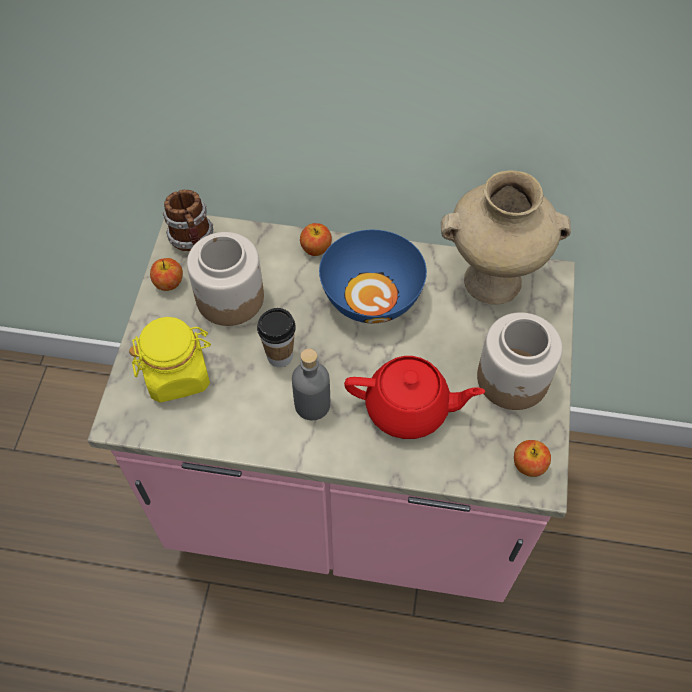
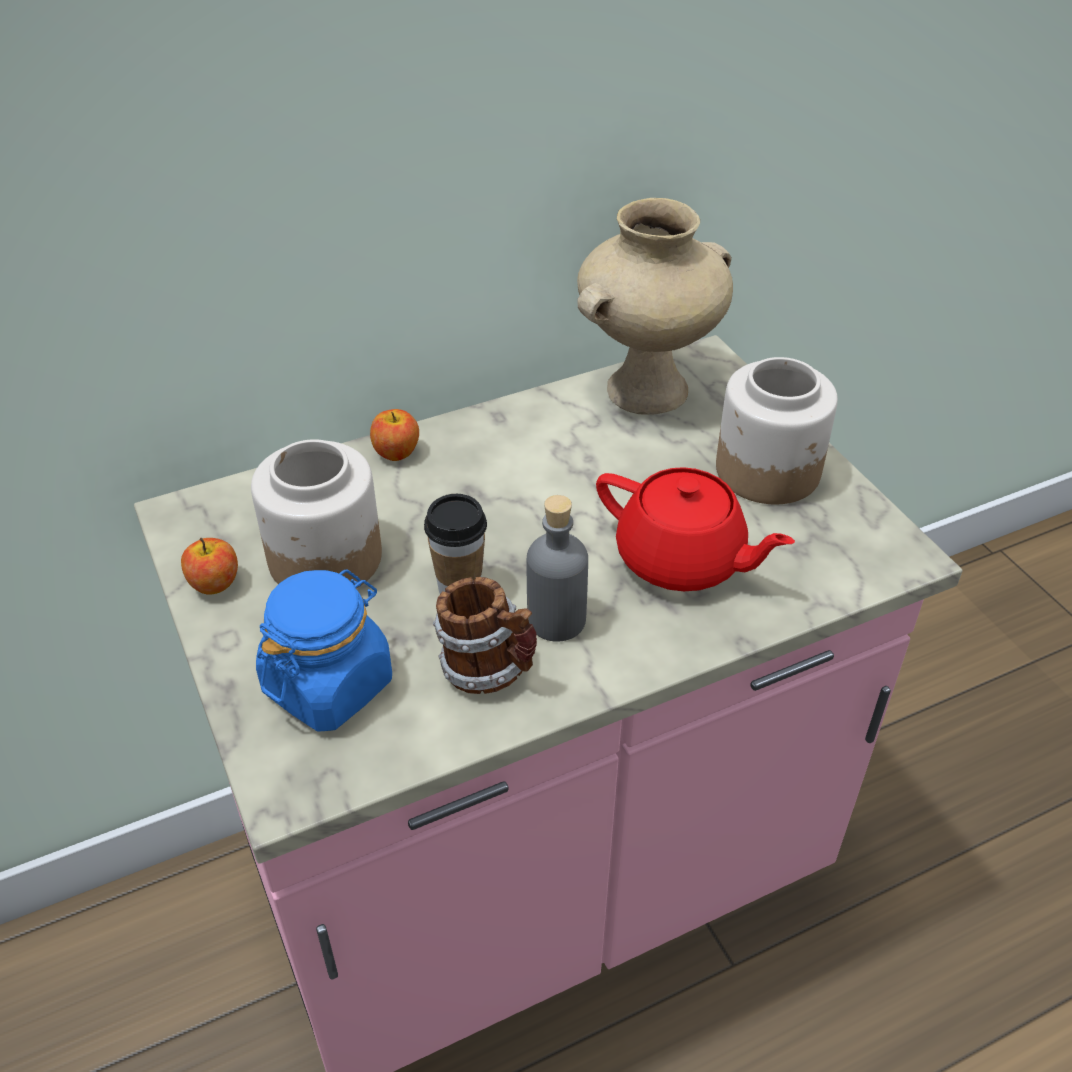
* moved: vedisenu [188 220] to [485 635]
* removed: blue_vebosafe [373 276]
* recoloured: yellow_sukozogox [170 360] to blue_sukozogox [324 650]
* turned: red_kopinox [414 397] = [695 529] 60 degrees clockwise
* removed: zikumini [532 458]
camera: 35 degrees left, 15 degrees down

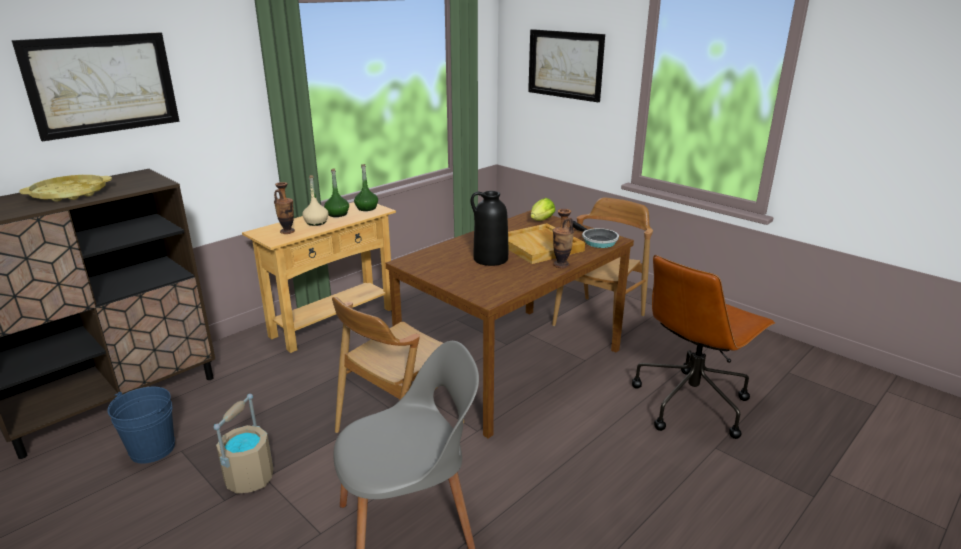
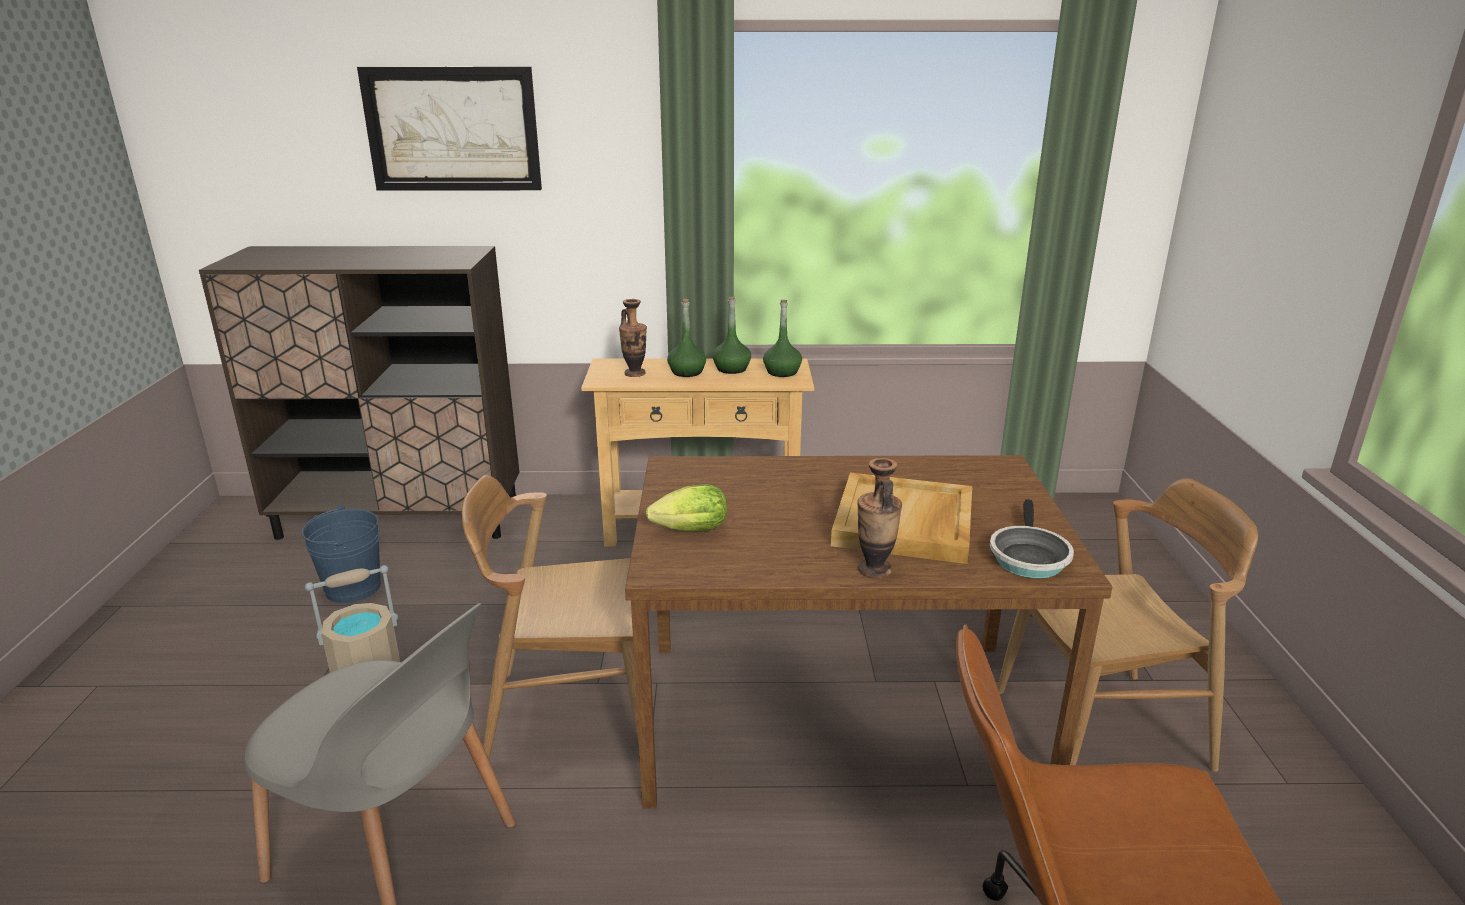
* removed: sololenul [566 65]
* removed: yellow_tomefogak [65 188]
* recoloured: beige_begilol [315 200] to green_begilol [686 338]
* removed: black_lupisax [489 228]
* moved: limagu [543 209] to [686 507]
camera: 45 degrees right, 0 degrees up

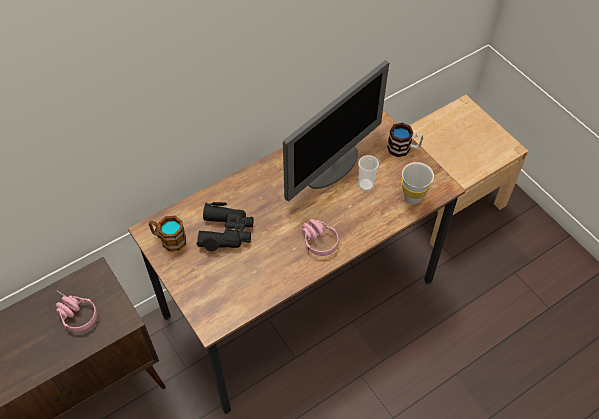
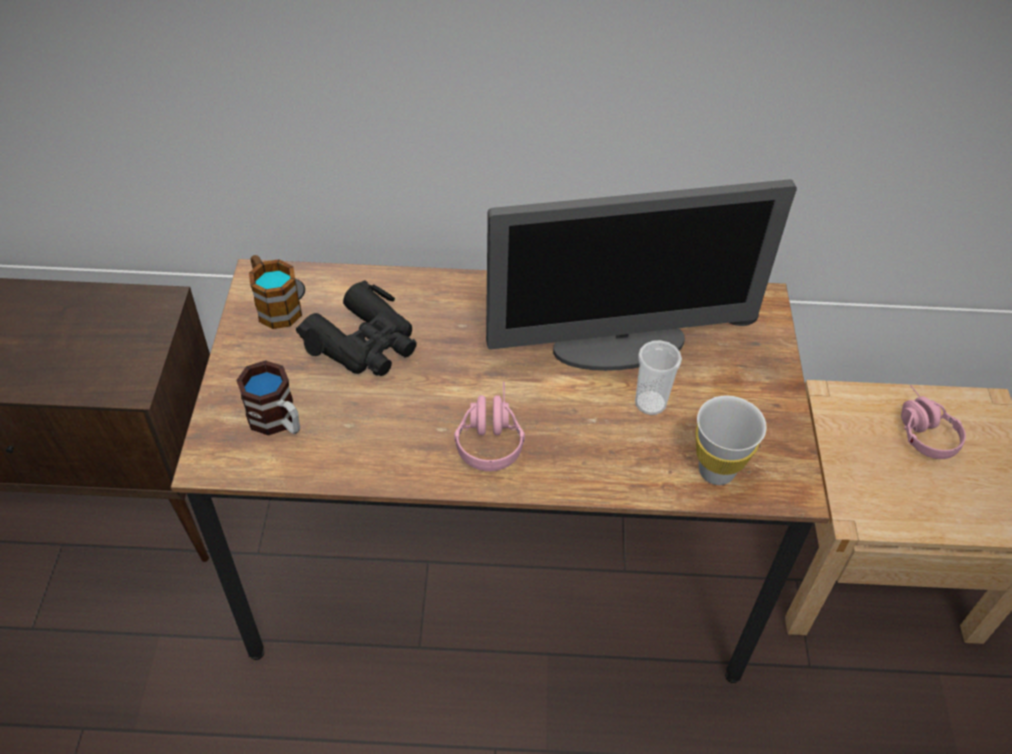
* moved: vedisenu [405 140] to [268 397]
* moved: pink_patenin [76 311] to [933 422]
camera: 35 degrees right, 5 degrees down

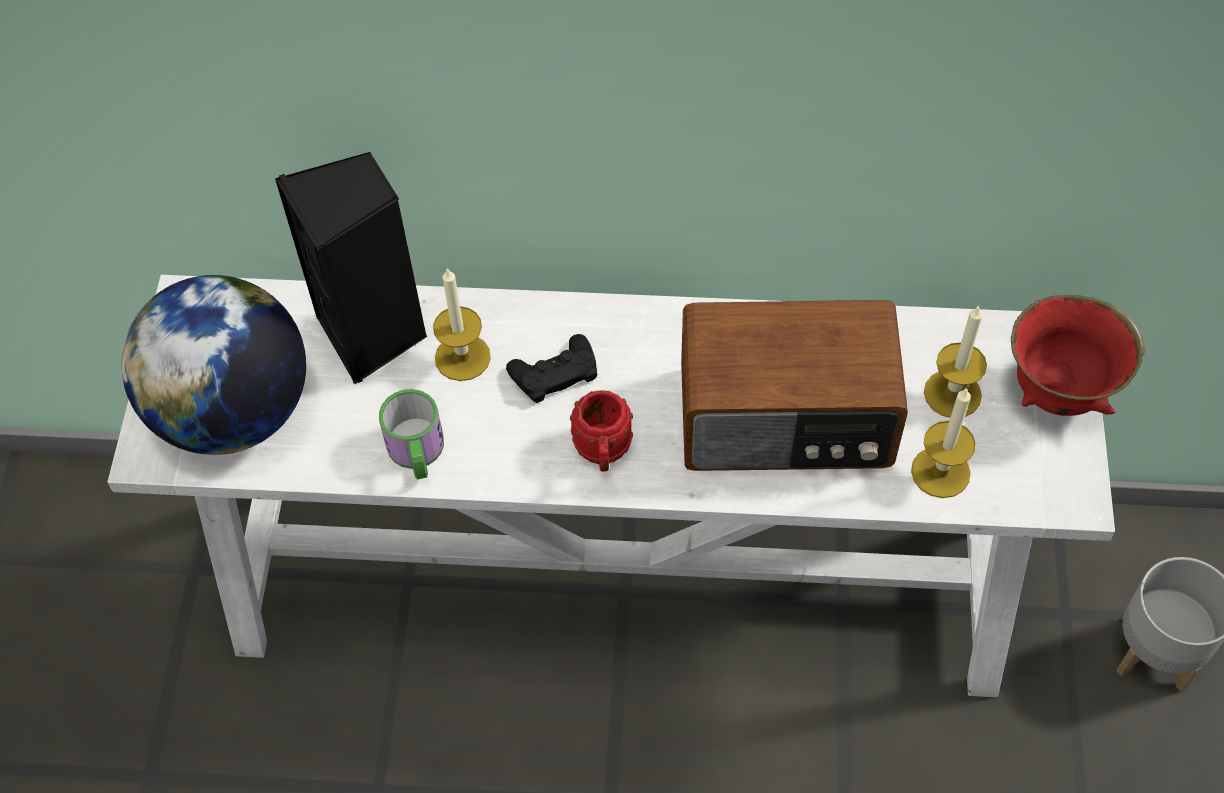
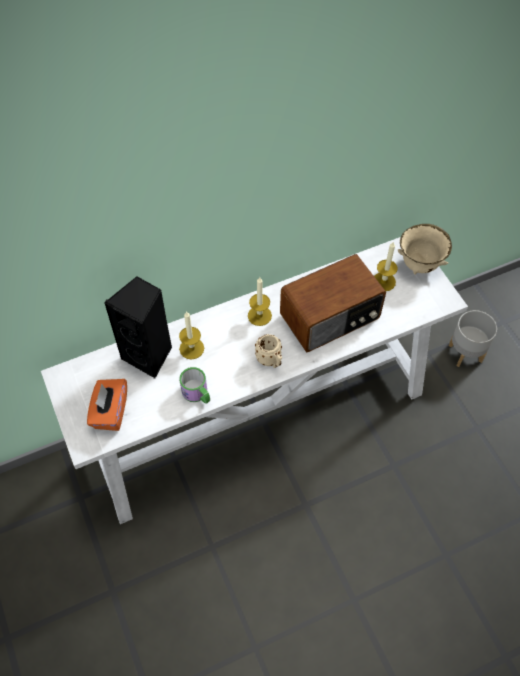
* replaced: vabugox [213 365] to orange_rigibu [107 405]
* recoloured: red_vebosafe [1078 355] to beige_vebosafe [425 249]
* removed: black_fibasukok [552 368]
* moved: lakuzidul [943 442] to [260 301]
* recoloured: red_vedisenu [601 431] to beige_vedisenu [268 351]
camera: 30 degrees left, 0 degrees up

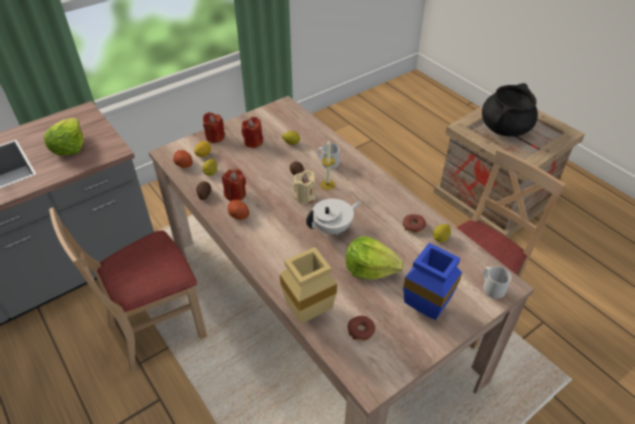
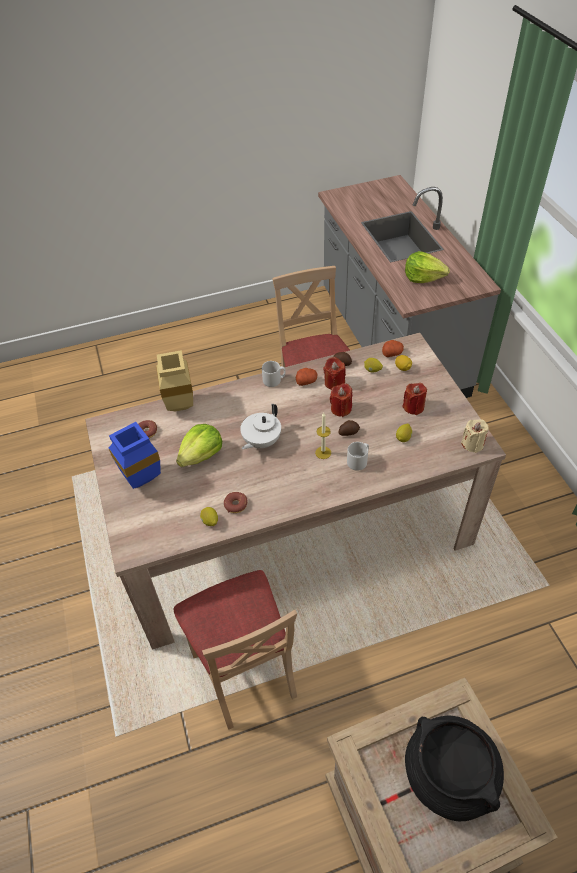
* moved: red_lakuzidul [214 127] to [341 400]
* moved: beige_lakuzidul [304 187] to [475 436]
* turned: white_kopinox [333 217] = [260 426] 45 degrees clockwise
* moved: grey_vedisenu [497 282] to [273 374]
camera: 110 degrees right, 5 degrees up

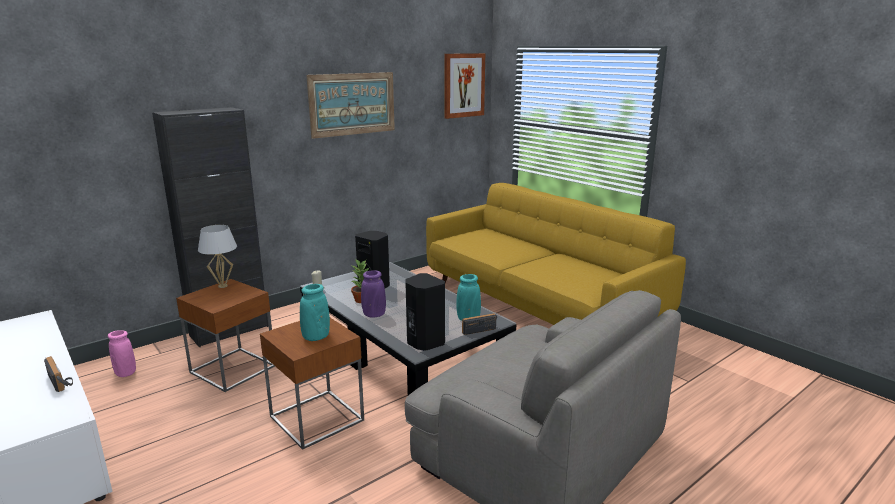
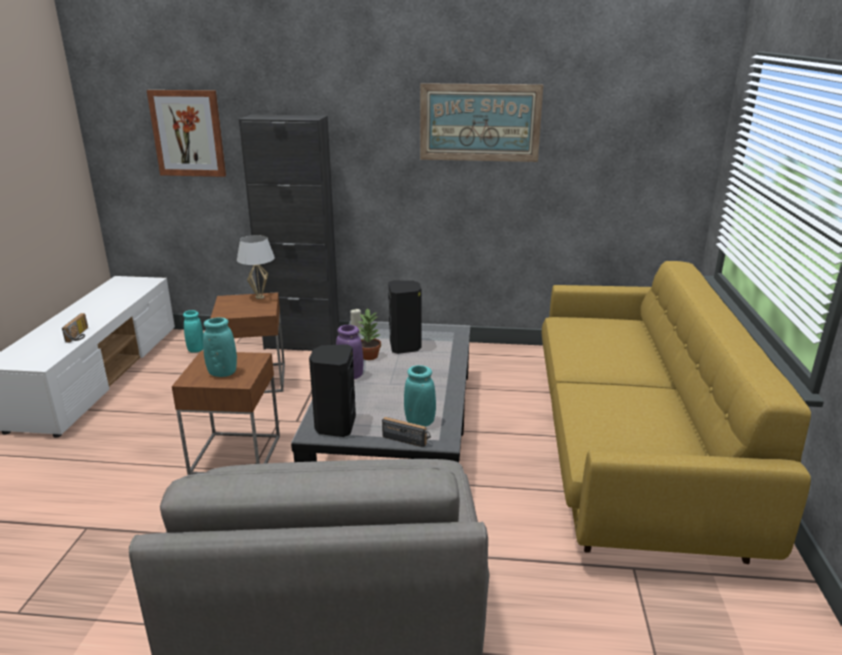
* moved: sololenul [464 86] to [186 133]
* recoloured: pink_lupisax [122 353] to turquoise_lupisax [193 331]
camera: 45 degrees right, 5 degrees up

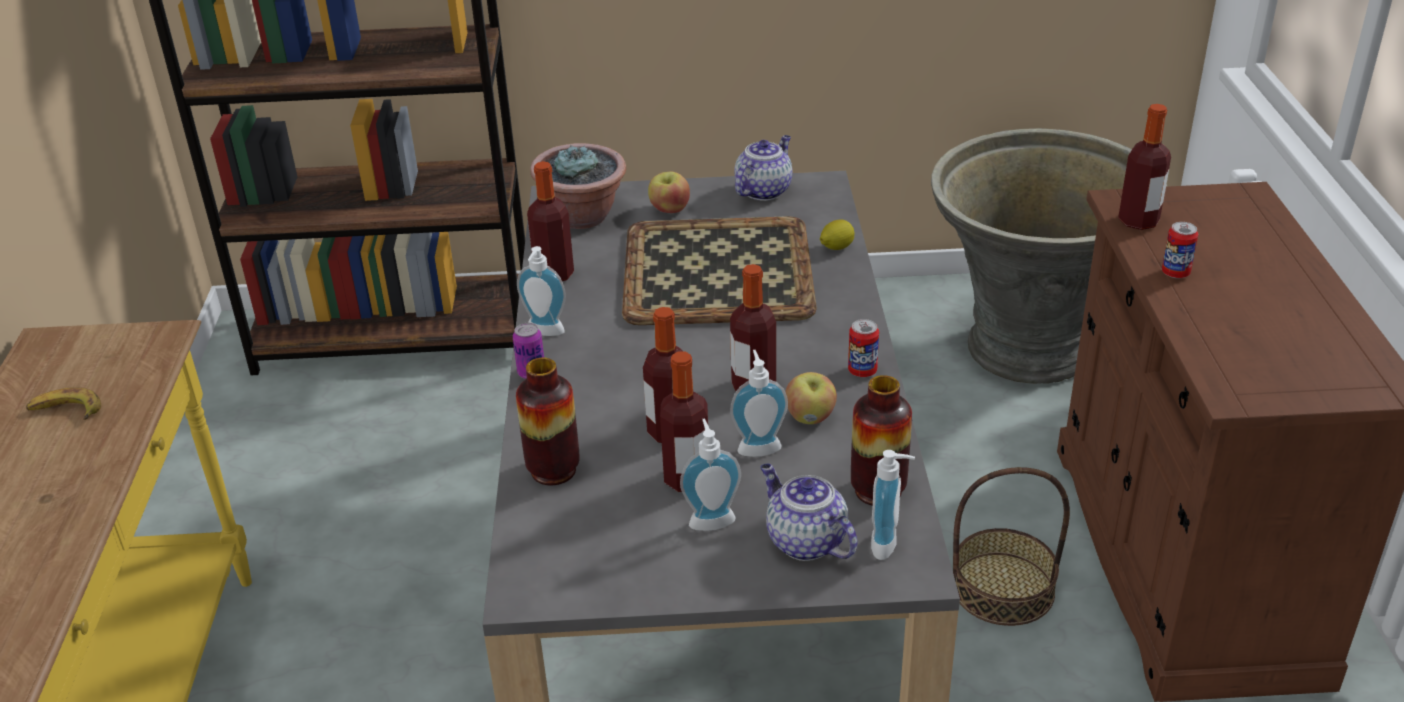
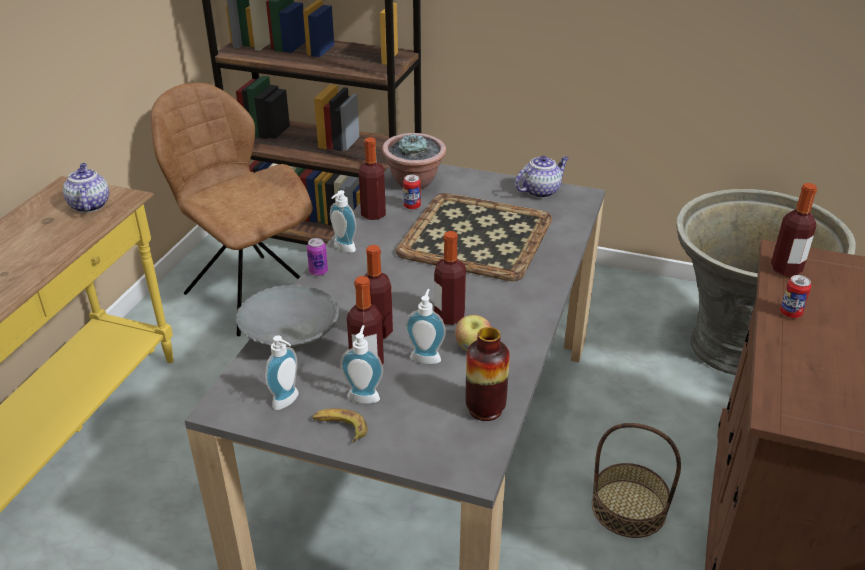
* removed: zikumini [669 192]
* removed: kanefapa [837 235]
* moved: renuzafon [863 348] to [412 192]
* replaced: lupisax [548 421] to grey_vebosafe [287 317]
* moved: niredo [63 403] to [339 426]
* moved: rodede [893 505] to [281 372]
* moved: kopinox [808 512] to [86 188]
* added: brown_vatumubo [232 209]
camera: 20 degrees right, 0 degrees up

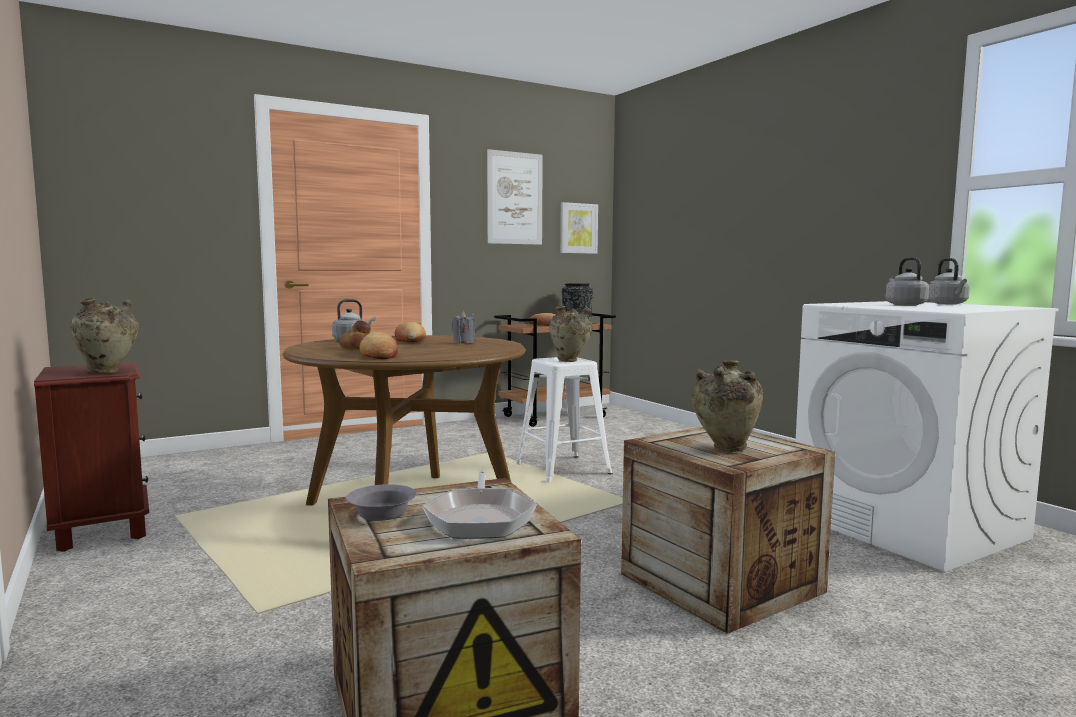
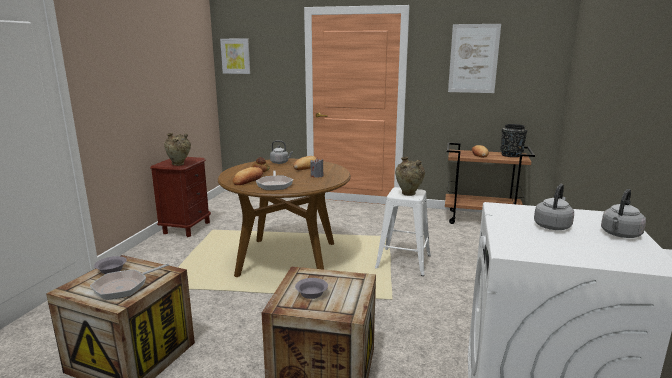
* moved: sololenul [579 228] to [235 56]
* replaced: beige_lupisax [727 406] to grey_vebosafe [311 288]
* added: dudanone [274 180]
camera: 45 degrees right, 10 degrees up

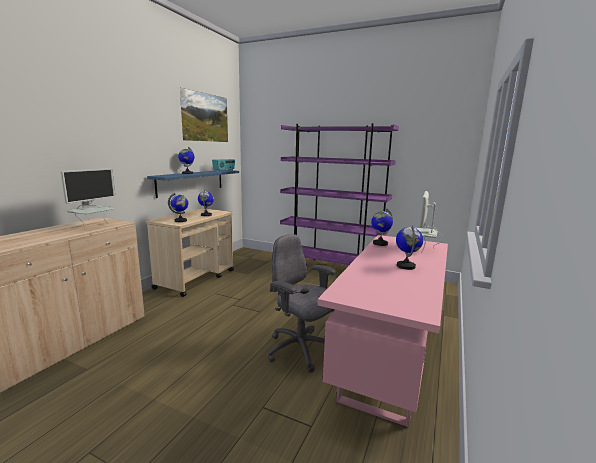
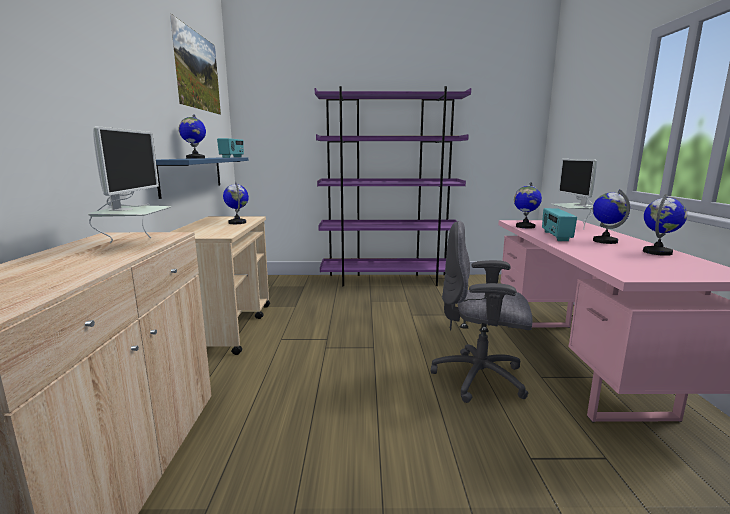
* moved: vabugox [178 207] to [665 225]
* added: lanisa [559 224]
camera: 25 degrees left, 0 degrees up

